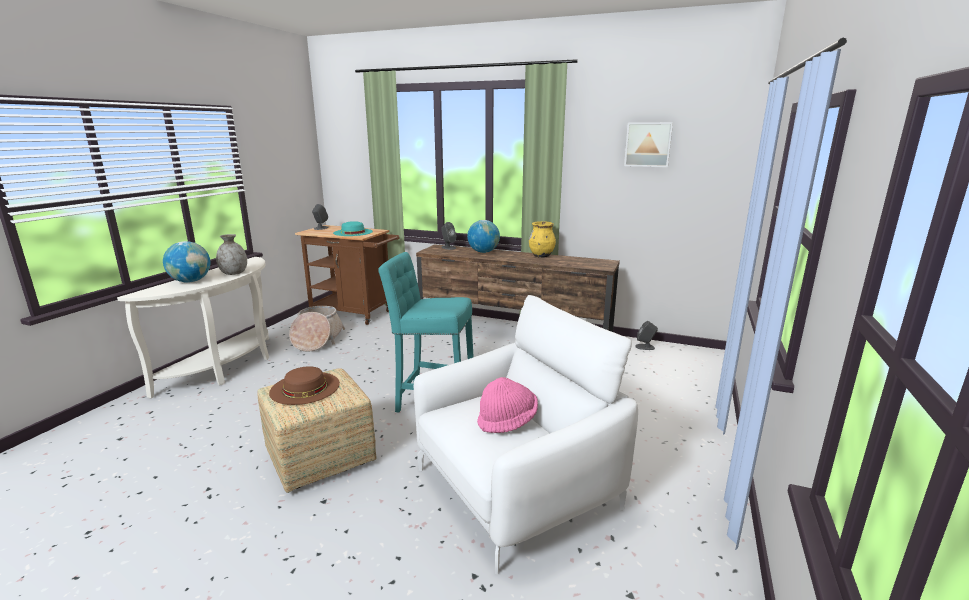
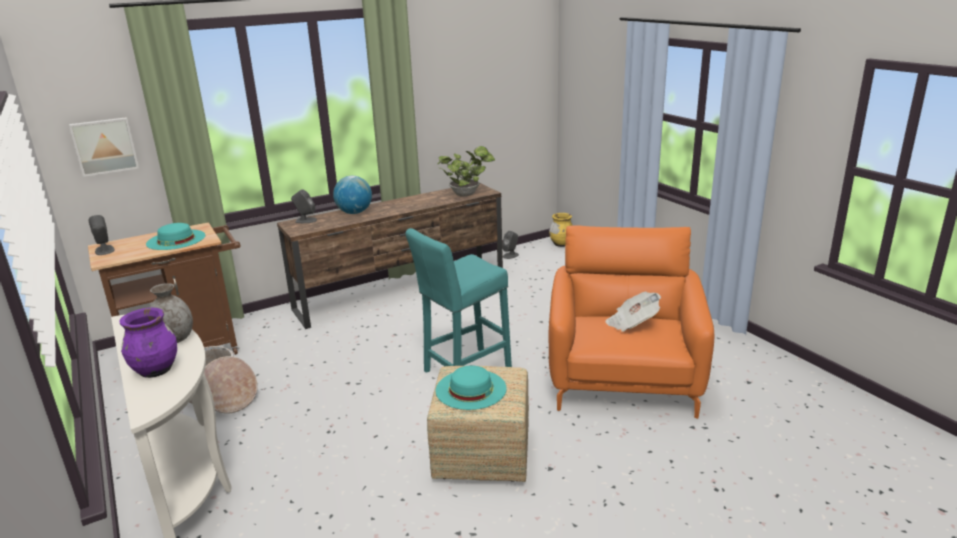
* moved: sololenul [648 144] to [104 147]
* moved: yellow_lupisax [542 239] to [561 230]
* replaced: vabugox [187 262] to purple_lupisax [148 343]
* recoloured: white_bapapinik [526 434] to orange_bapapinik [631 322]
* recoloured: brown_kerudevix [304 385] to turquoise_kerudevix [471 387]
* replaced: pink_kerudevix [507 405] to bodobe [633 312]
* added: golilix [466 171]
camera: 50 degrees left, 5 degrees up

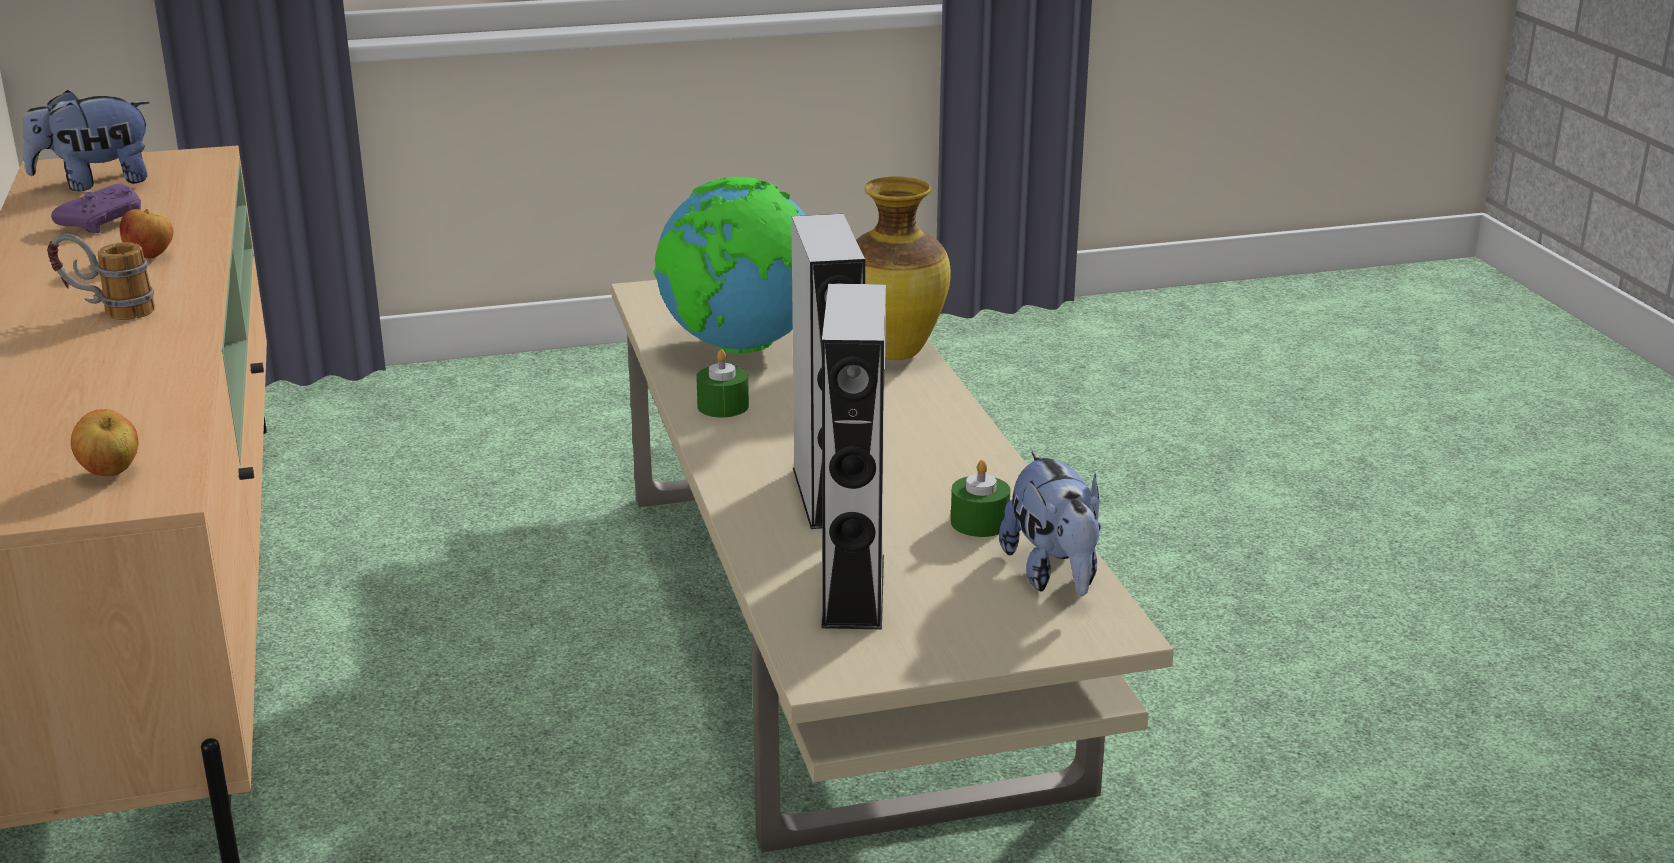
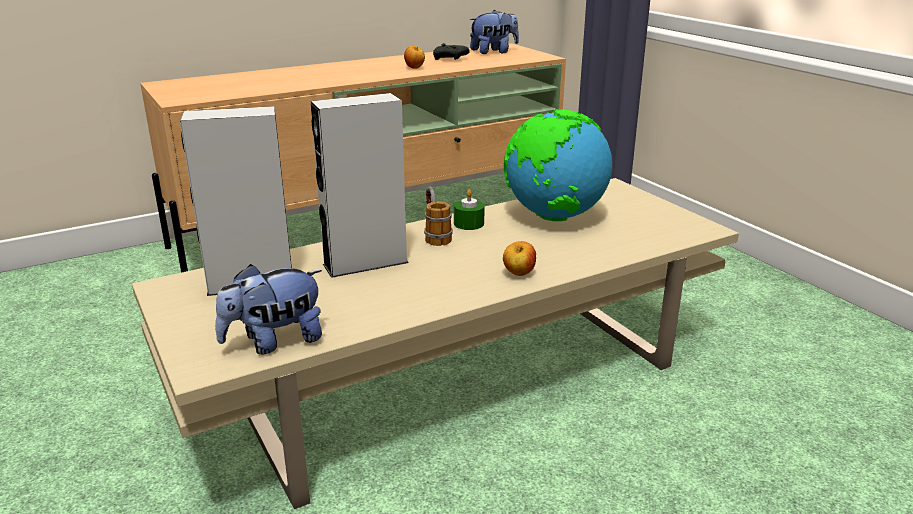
* turned: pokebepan [86 140] = [494 32] 105 degrees clockwise
* removed: lupisax [903 268]
* recoloured: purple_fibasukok [96 208] to black_fibasukok [451 51]
* moved: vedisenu [101 277] to [438 216]
* moved: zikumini [105 442] to [519 258]
* removed: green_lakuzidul [980 498]
camera: 75 degrees right, 0 degrees up

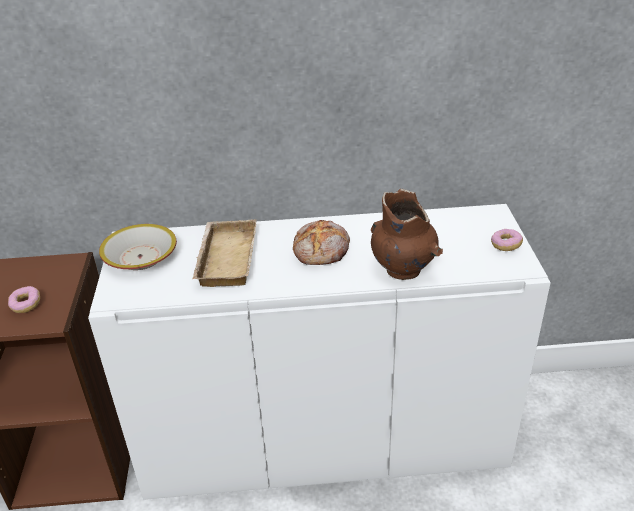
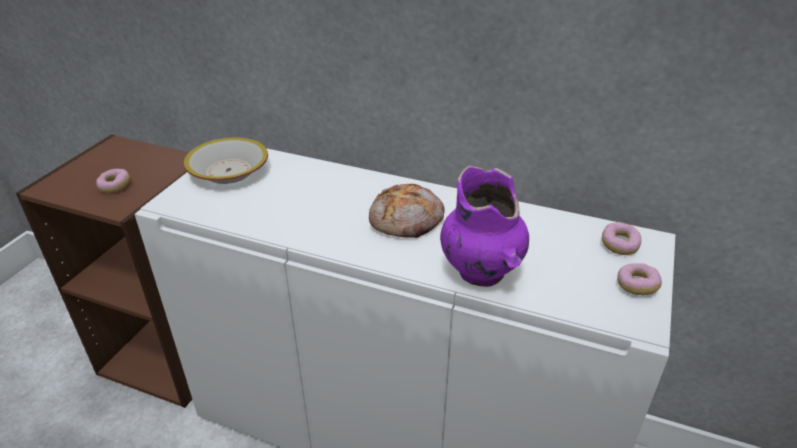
* recoloured: brown_lupisax [407 234] to purple_lupisax [484 226]
* removed: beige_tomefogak [224 253]
* added: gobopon [621 238]
camera: 25 degrees right, 0 degrees up

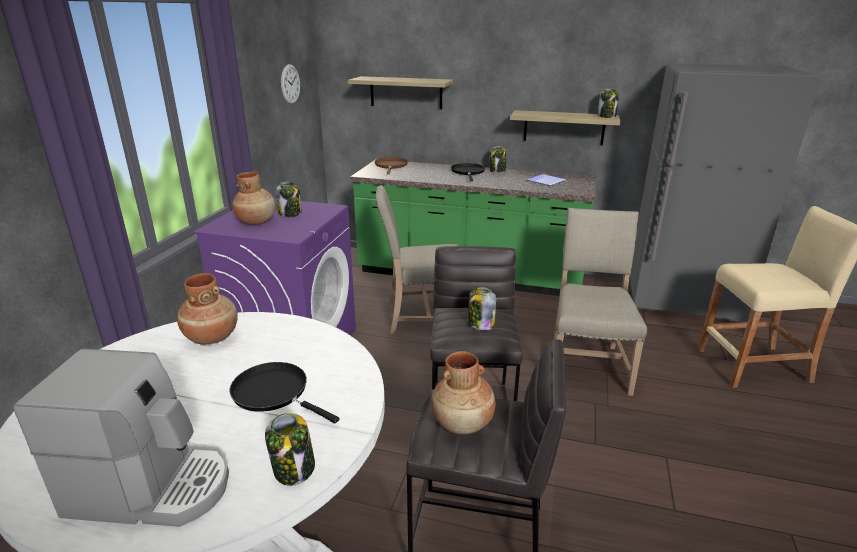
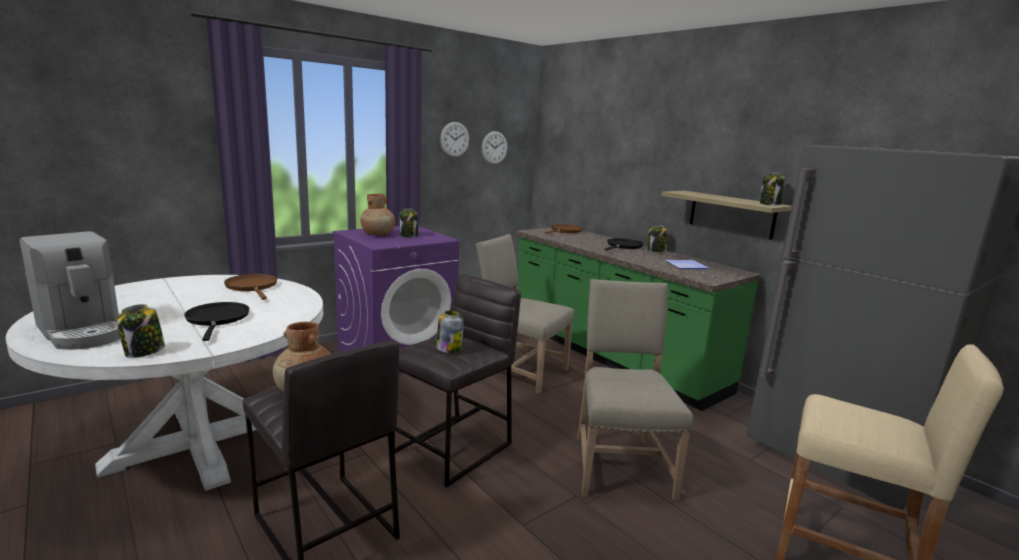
* removed: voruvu [400 92]
* turned: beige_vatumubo [600 302] = [635 390] 45 degrees counterclockwise
* replaced: brown_lupisax [207 309] to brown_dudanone [250 287]
* added: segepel [454 139]
camera: 35 degrees right, 10 degrees down

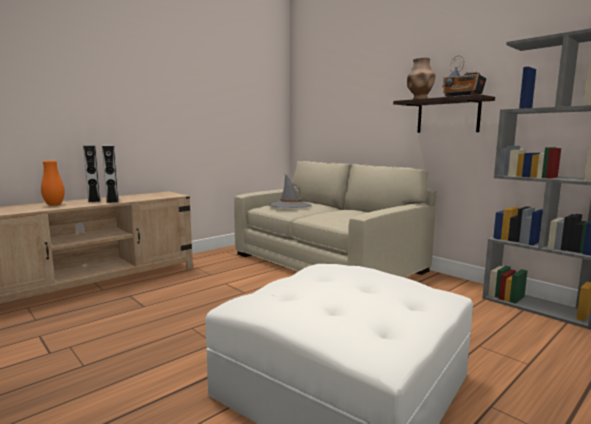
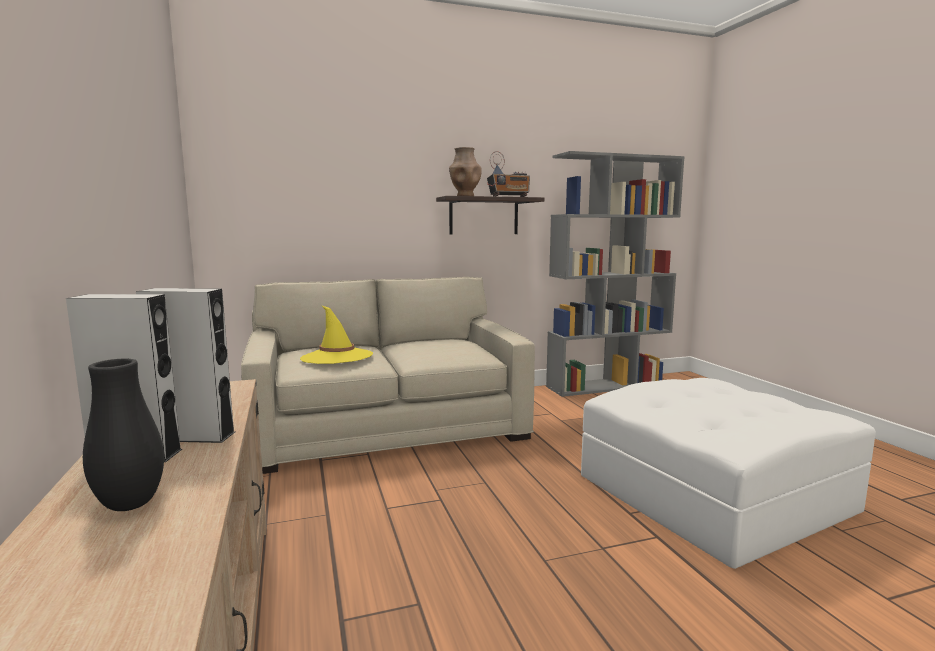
* recoloured: orange_lupisax [53 183] to black_lupisax [123 435]
* recoloured: grey_kerudevix [290 190] to yellow_kerudevix [336 334]
camera: 65 degrees left, 0 degrees up

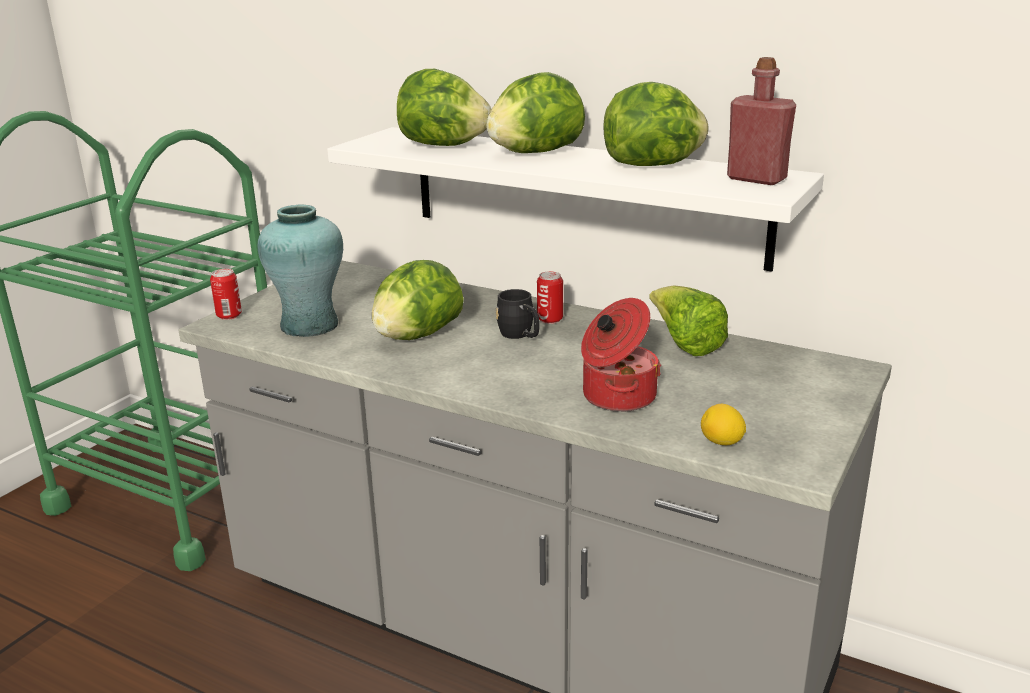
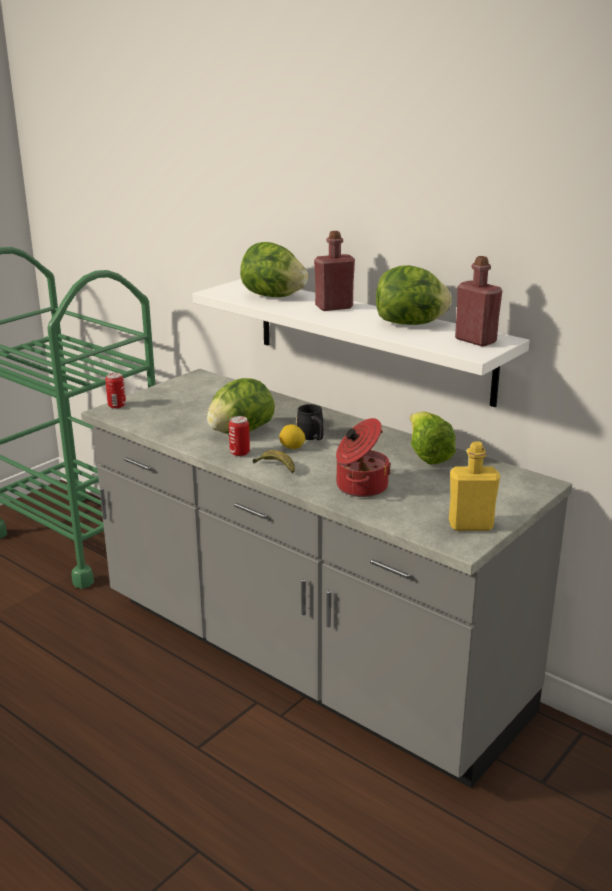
* replaced: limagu [535 112] to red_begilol [334 271]
* removed: turquoise_lupisax [300 271]
* moved: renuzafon [550 297] to [239 436]
* moved: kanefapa [723 424] to [292 436]
* added: yellow_begilol [474 486]
* added: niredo [274 462]
camera: 10 degrees right, 0 degrees up

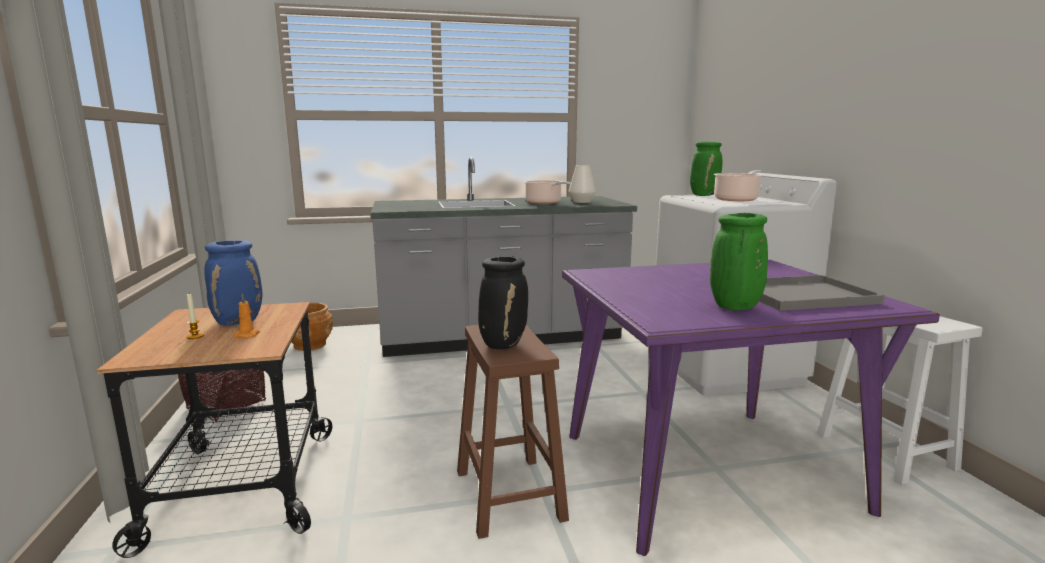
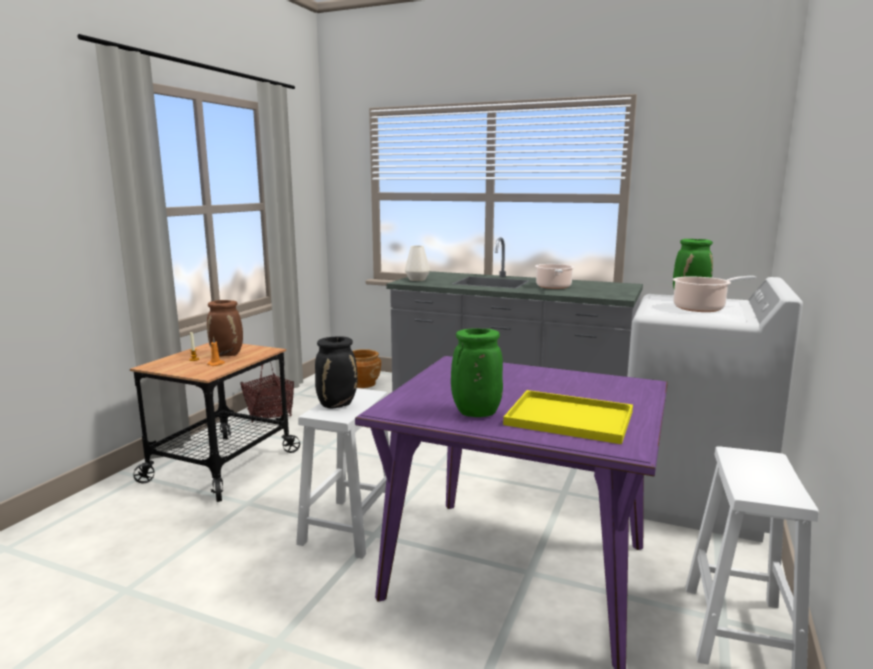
* moved: white_lupisax [582 184] to [417 263]
* recoloured: blue_lupisax [233 283] to brown_lupisax [225 328]
* recoloured: grey_tomefogak [822 293] to yellow_tomefogak [568 417]
* recoloured: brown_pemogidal [513 431] to white_pemogidal [343 473]
camera: 35 degrees right, 0 degrees up

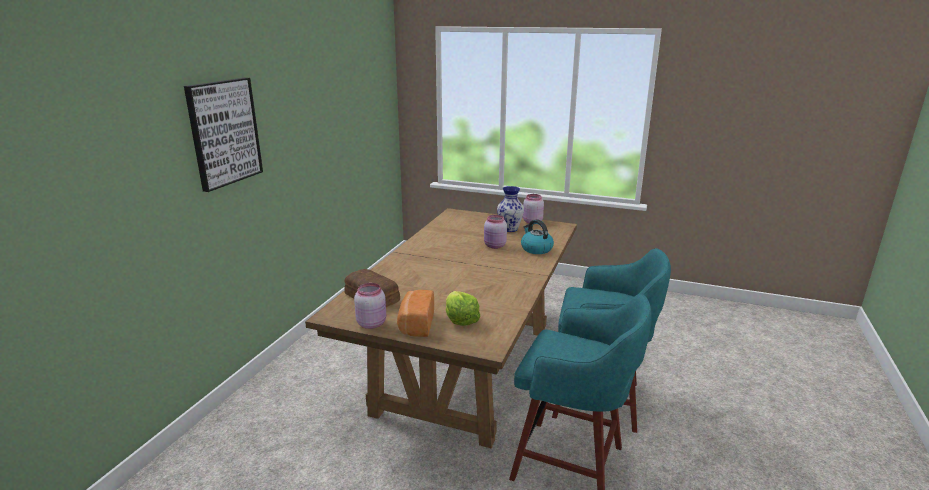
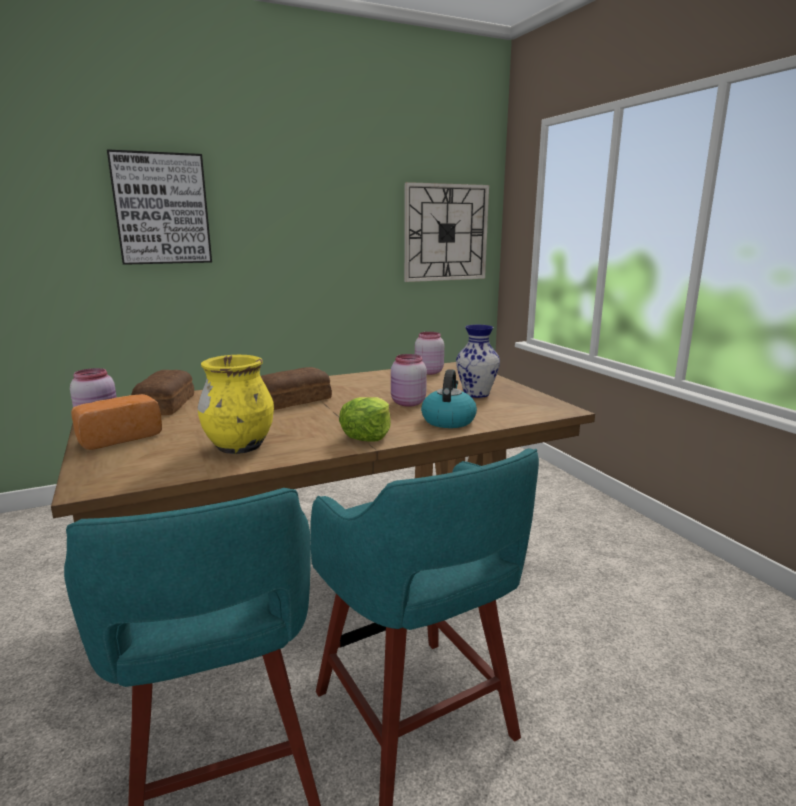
* moved: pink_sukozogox [533 208] to [429 353]
* moved: limagu [463 308] to [365 419]
* added: segepel [446 232]
* added: yellow_lupisax [236 404]
* added: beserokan [296 388]
camera: 45 degrees right, 5 degrees down

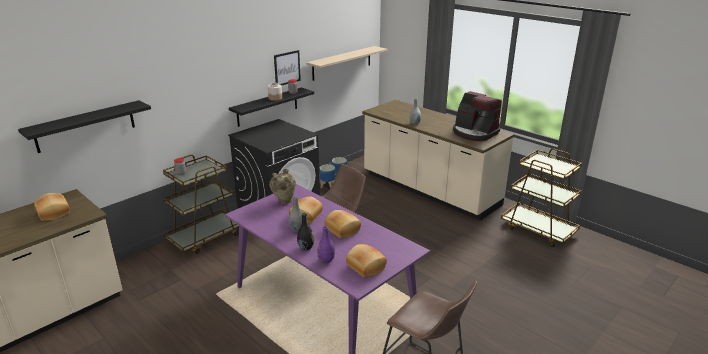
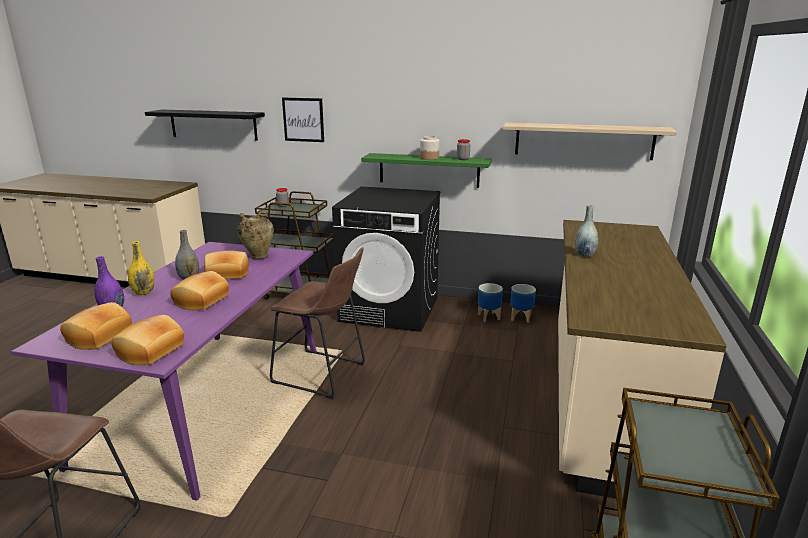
* moved: sololenul [287 68] to [303 120]
* recoloured: black_voruvu [271 107] to green_voruvu [426 170]
* removed: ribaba [477 116]
* moved: beserokan [52 207] to [147 340]
* recoloured: black_lupisax [305 232] to yellow_lupisax [141 268]
camera: 60 degrees right, 5 degrees down

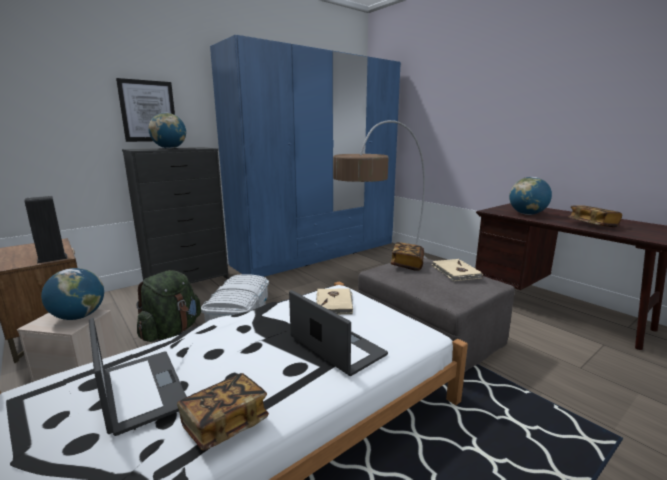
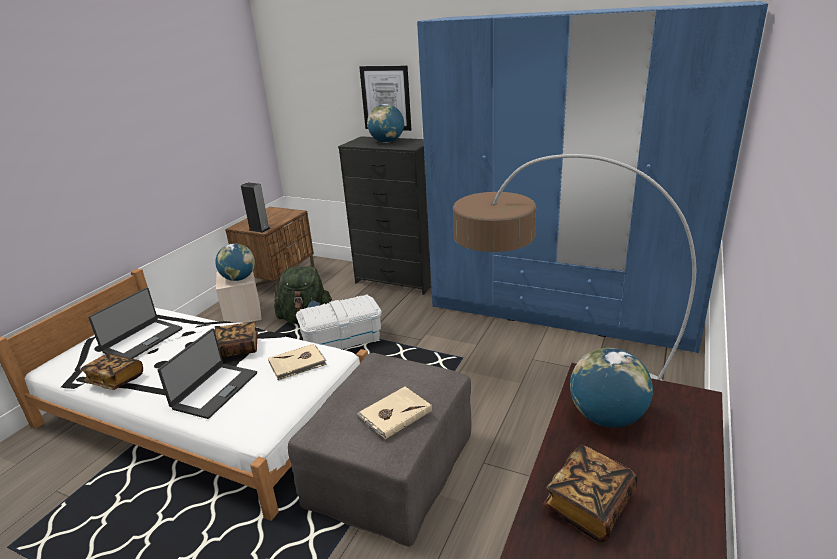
* moved: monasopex [407 256] to [236 340]
camera: 65 degrees right, 10 degrees up

